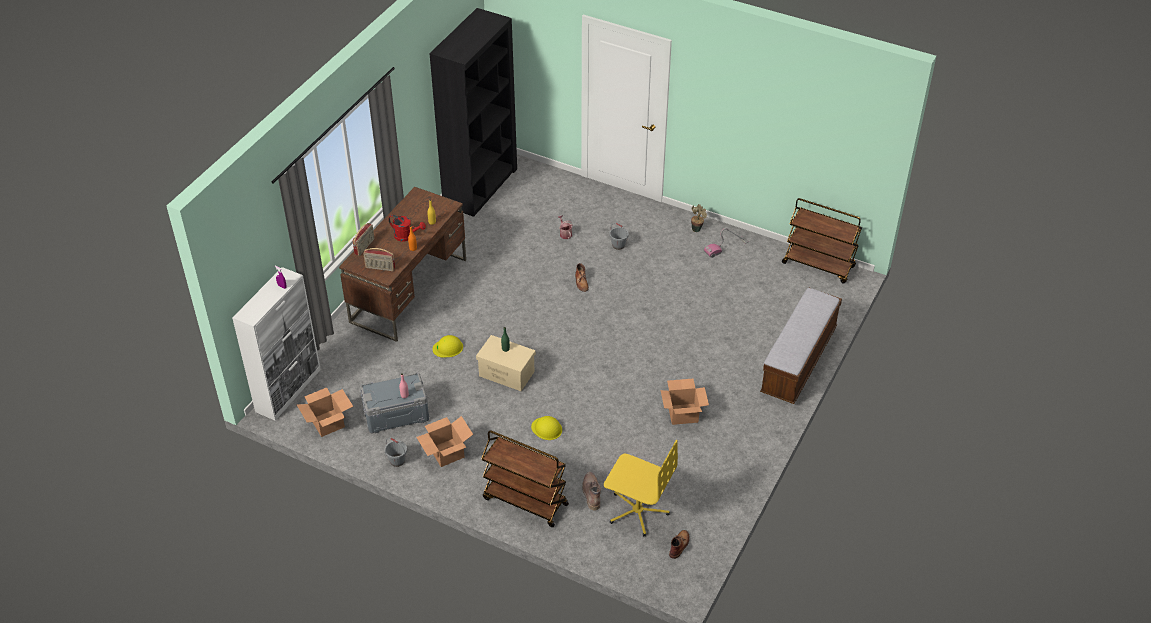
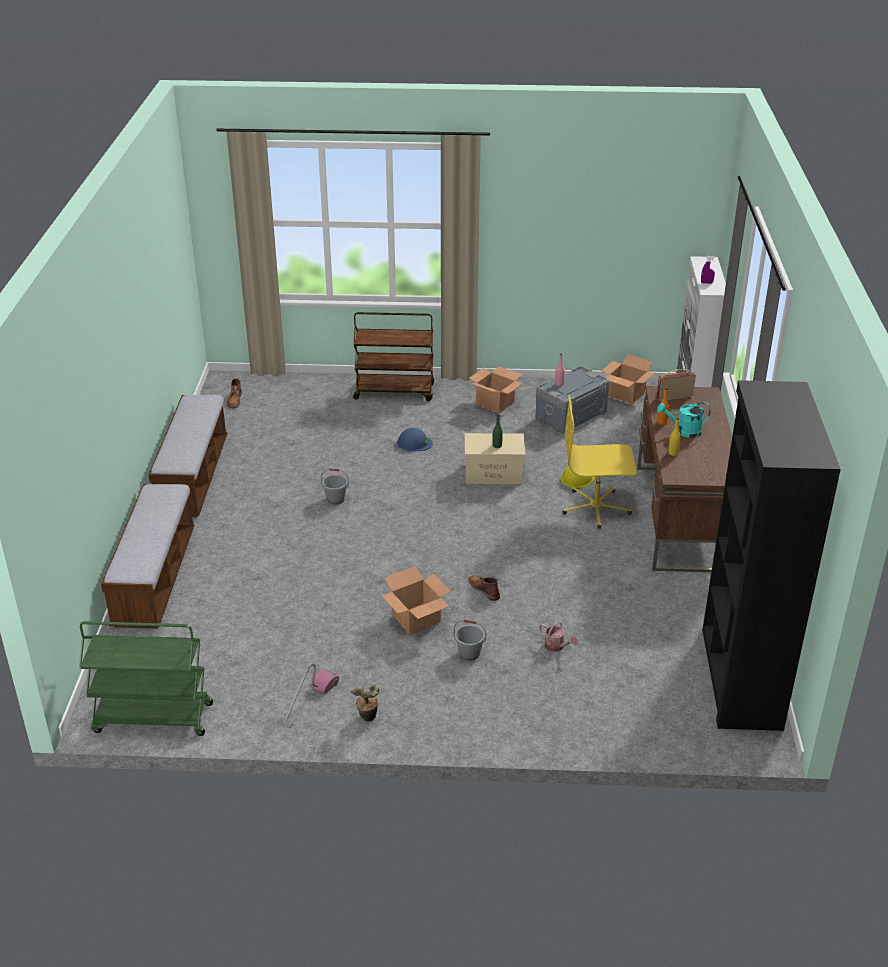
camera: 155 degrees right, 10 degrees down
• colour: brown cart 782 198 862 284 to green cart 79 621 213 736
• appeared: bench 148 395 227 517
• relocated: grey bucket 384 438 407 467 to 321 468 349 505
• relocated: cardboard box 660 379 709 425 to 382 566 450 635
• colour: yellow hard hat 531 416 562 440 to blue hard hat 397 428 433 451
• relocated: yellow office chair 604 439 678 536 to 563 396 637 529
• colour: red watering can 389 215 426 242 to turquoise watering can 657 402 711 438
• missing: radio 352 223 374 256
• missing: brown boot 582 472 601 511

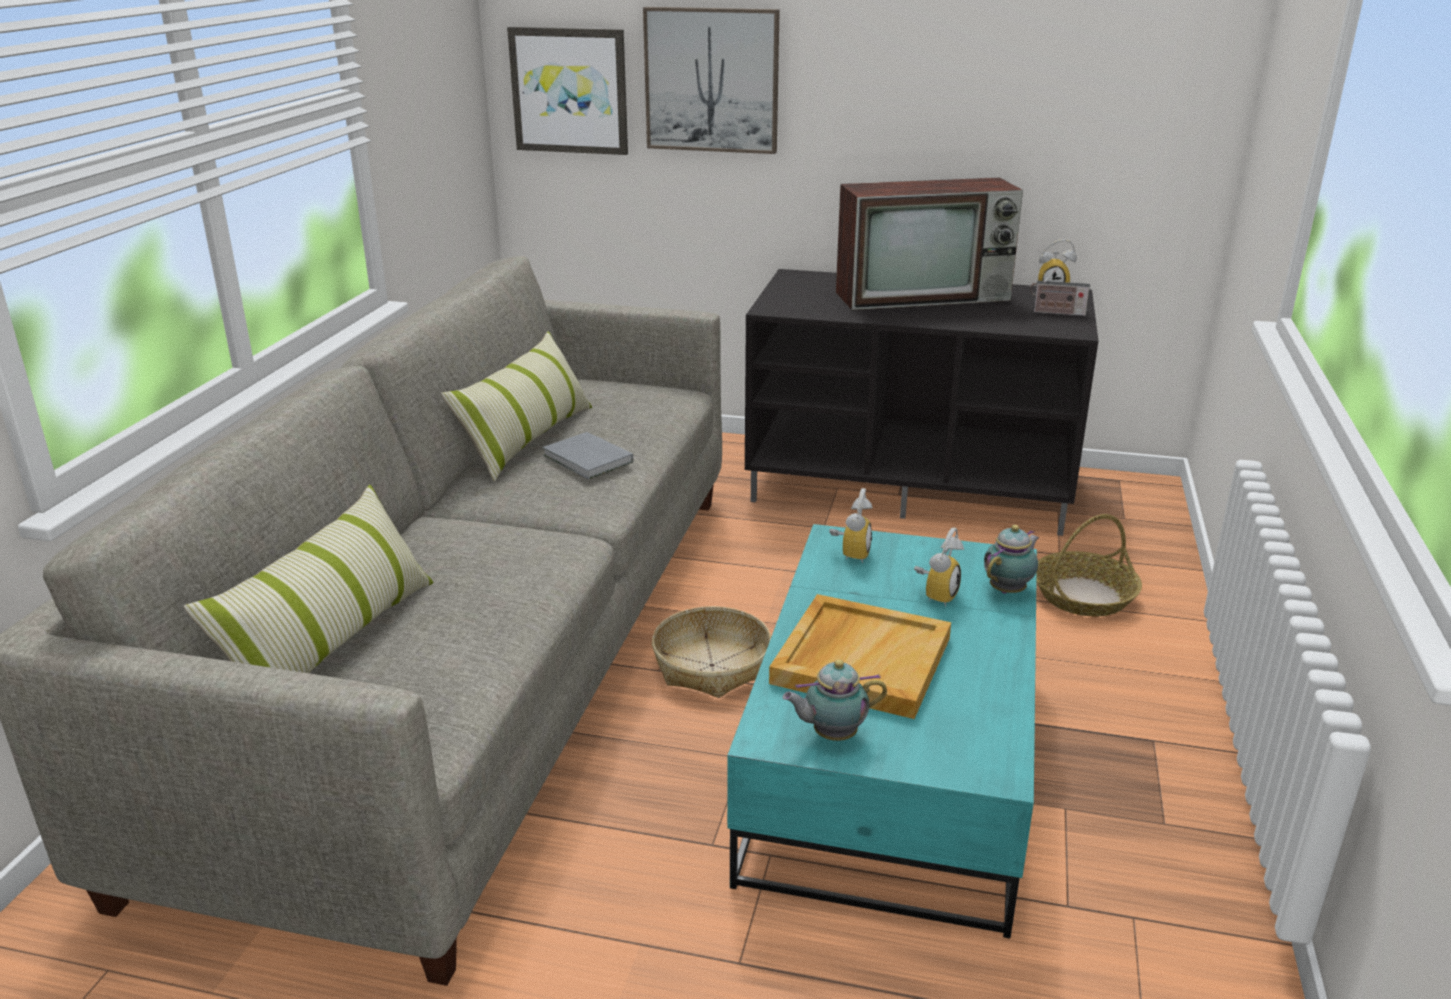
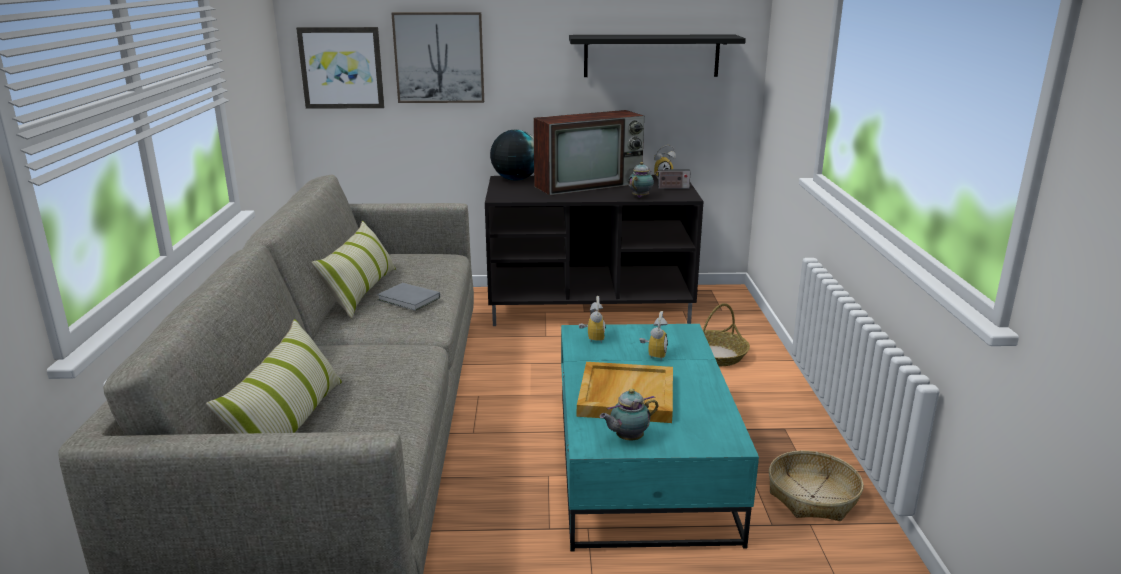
camera: 15 degrees left, 5 degrees down
• appeared: globe 490 130 534 180
• appeared: black shelf 569 35 746 77
• relocated: teapot 984 525 1039 594 to 628 162 654 198
• relocated: basket 652 606 771 698 to 769 451 864 521

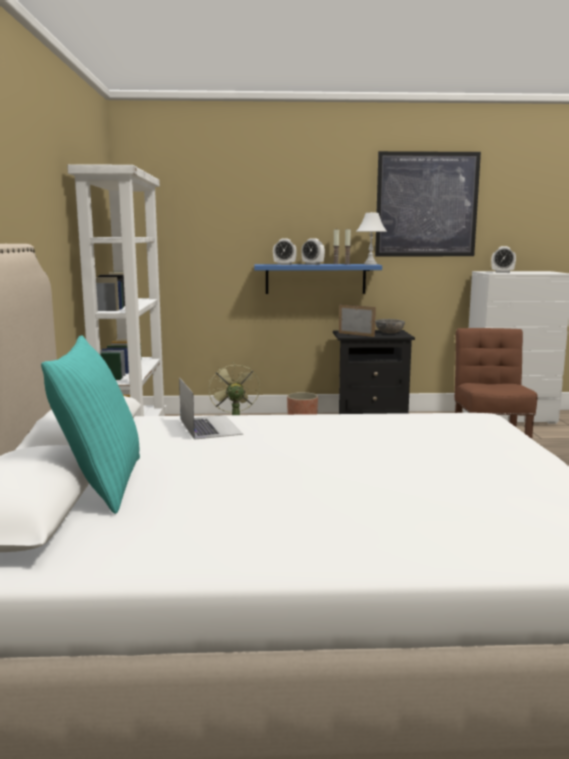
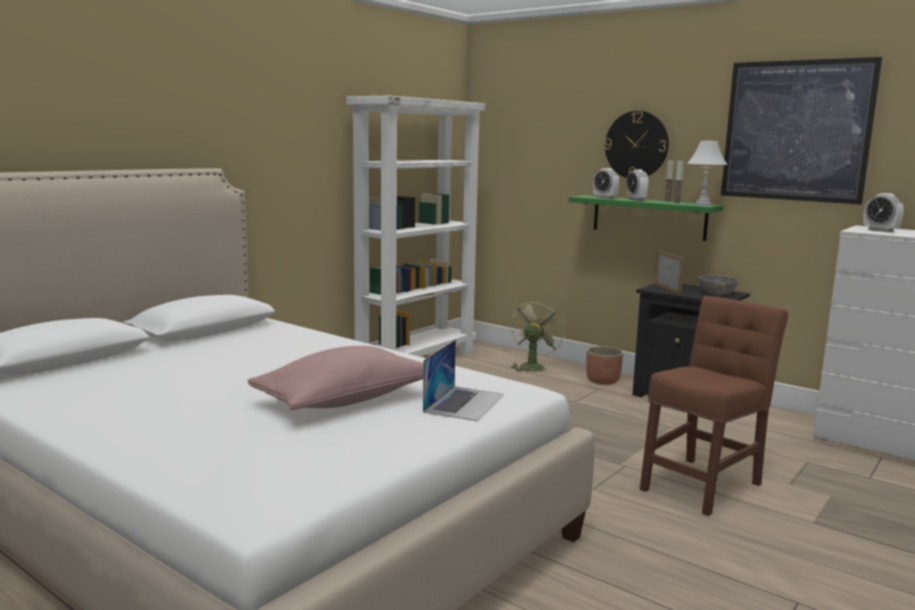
camera: 40 degrees right, 0 degrees up
• appeared: pink pillow 248 346 424 410
• relocated: laptop 179 378 243 440 to 423 340 504 421
• colour: blue shelf 254 264 382 294 to green shelf 568 195 723 241
• appeared: wall clock 604 111 669 178
• missing: turquoise pillow 41 335 140 514

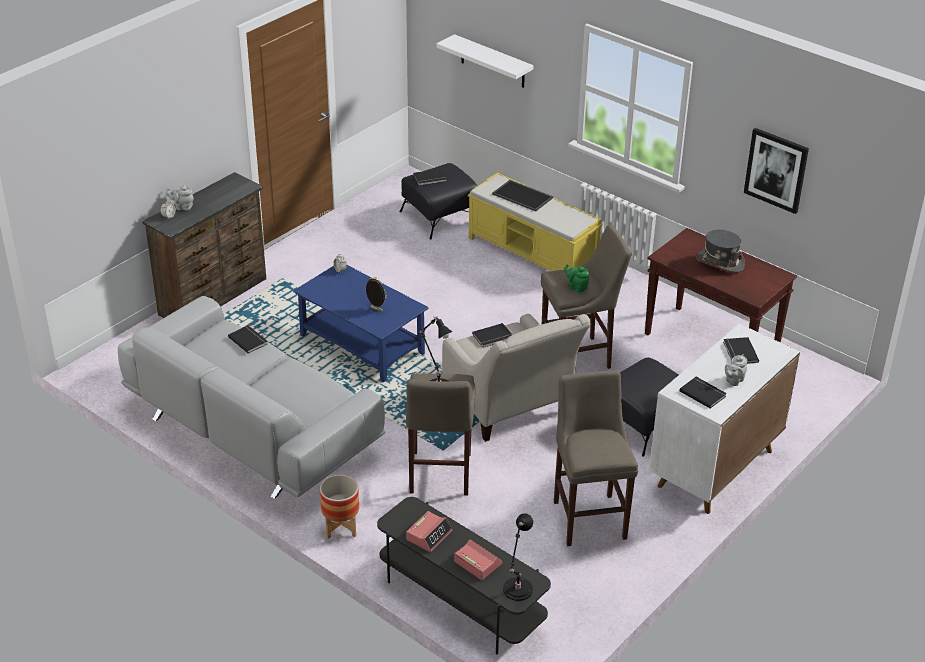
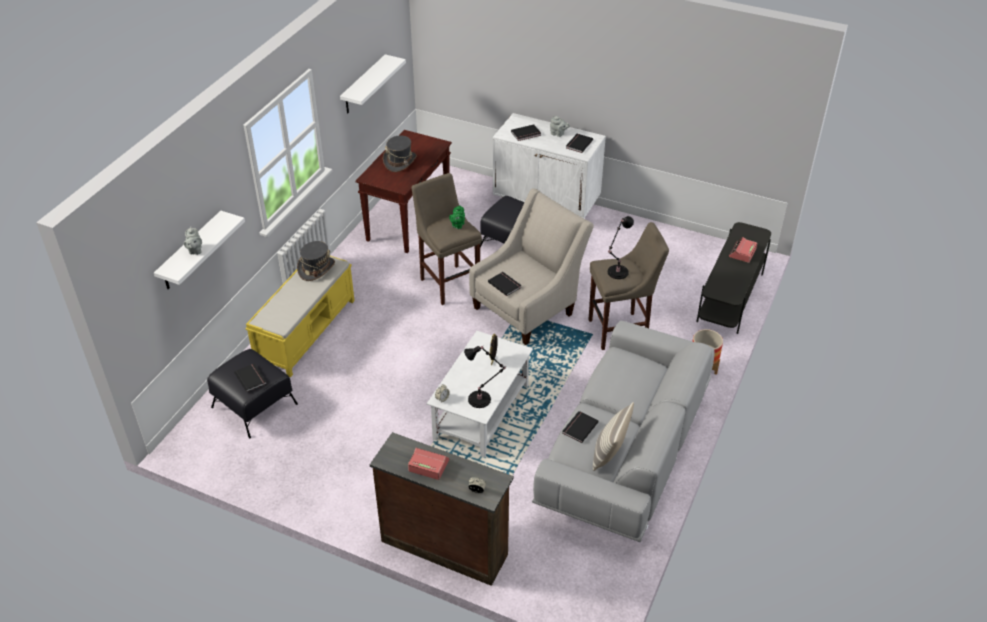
camera: 105 degrees left, 5 degrees up
• relocated: grey teapot 166 186 194 211 to 184 227 202 255
• appeared: grey hat 297 241 335 281
• exchanged: picture 744 128 809 214 to white shelf 340 54 406 113
• relocated: alarm clock 407 511 453 552 to 408 448 449 480
• colour: blue coffee table 293 265 429 382 to white coffee table 427 331 533 458
• relocated: black table lamp 503 513 533 601 to 464 346 506 408
• appeared: pillow 593 402 634 471
• missing: tray 492 180 553 212
• missing: beige stool 554 370 638 546

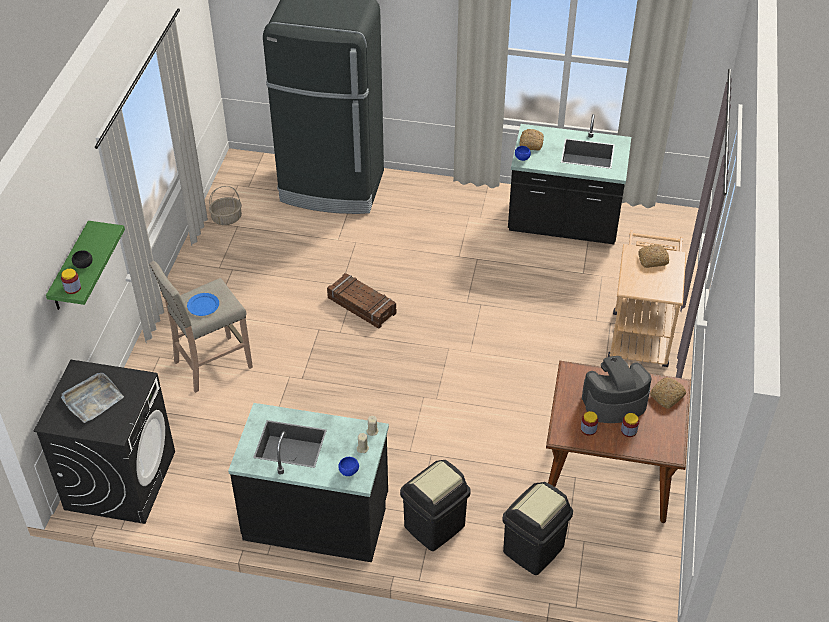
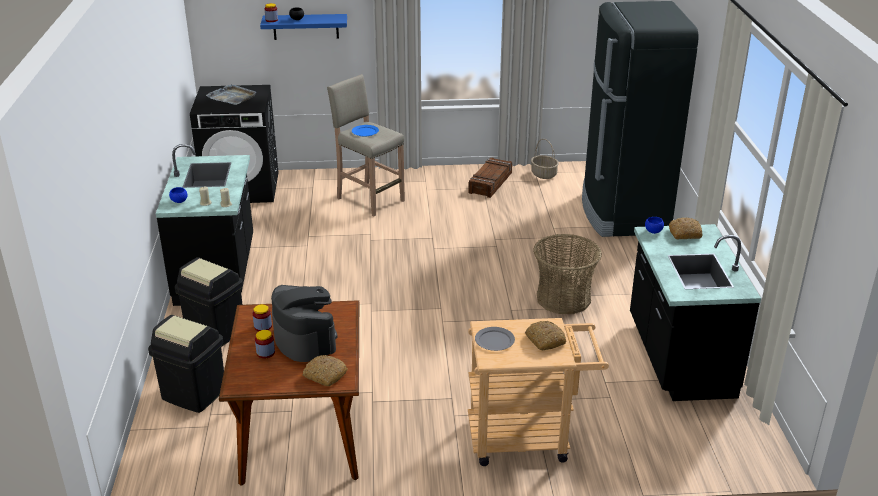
camera: 75 degrees right, 15 degrees down
• colour: green shelf 46 221 125 310 to blue shelf 260 14 347 40
• relocated: crate 327 273 396 329 to 468 157 512 198
• appeared: grey plate 475 327 515 351
• appeared: basket 533 234 602 314

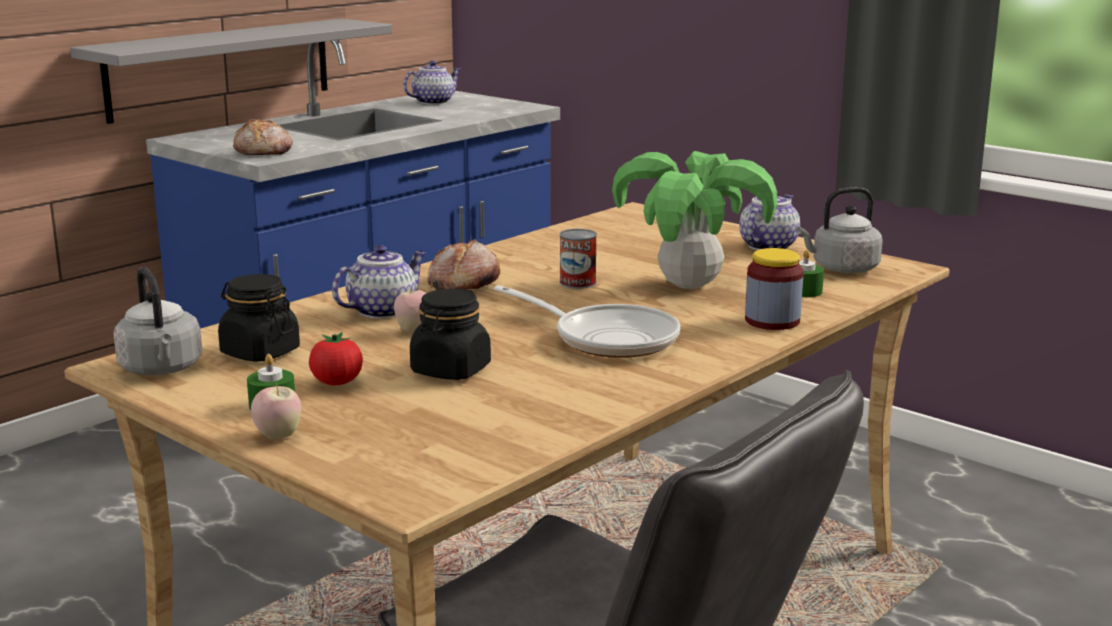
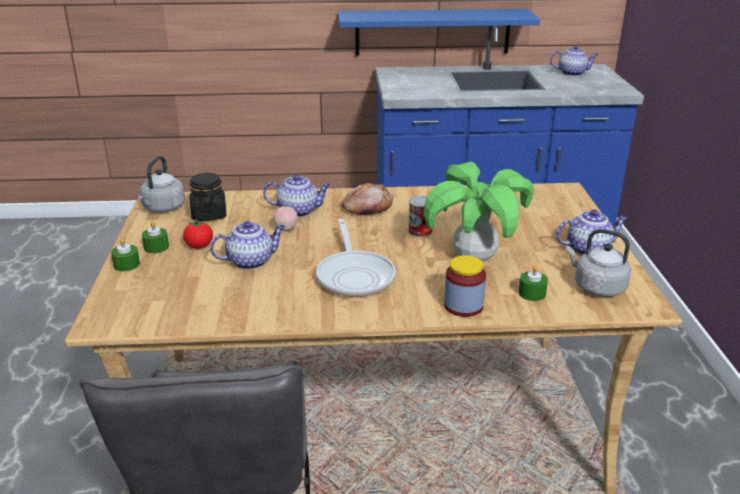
camera: 45 degrees right, 10 degrees up
• exchanged: apple 251 384 301 439 to green candle 111 238 140 272
• exchanged: black jar 410 288 491 380 to teapot 210 221 285 270
• colour: grey shelf 70 19 392 124 to blue shelf 339 9 540 56
• missing: bread 233 119 293 155

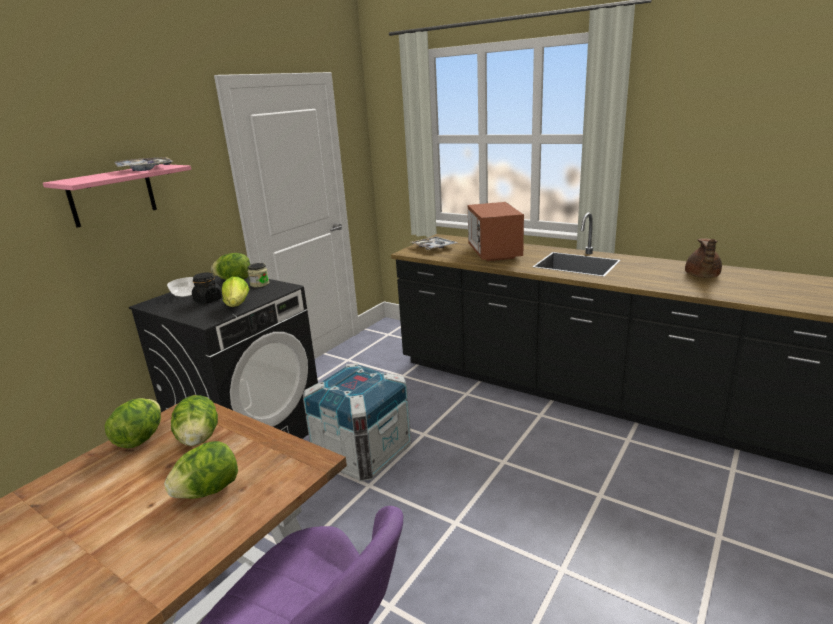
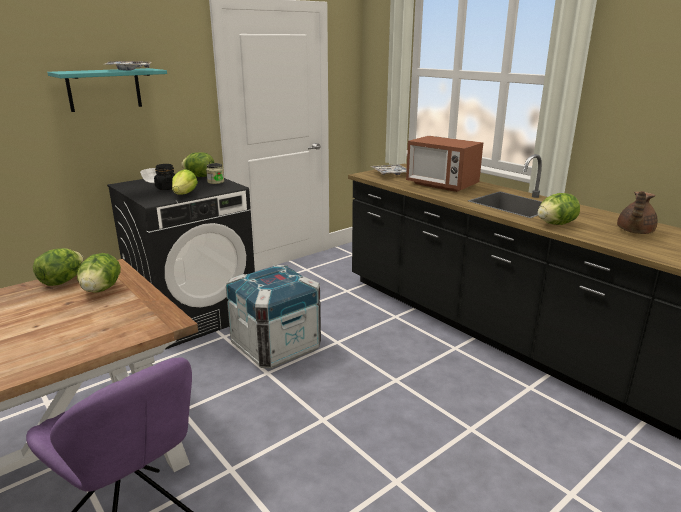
camera: 15 degrees right, 0 degrees up
• colour: pink shelf 43 164 191 228 to turquoise shelf 47 68 167 112
• spun: microwave 468 202 524 261 = 406 136 483 192 60 degrees counterclockwise
• relocated: lettuce 164 441 238 499 to 538 193 580 225

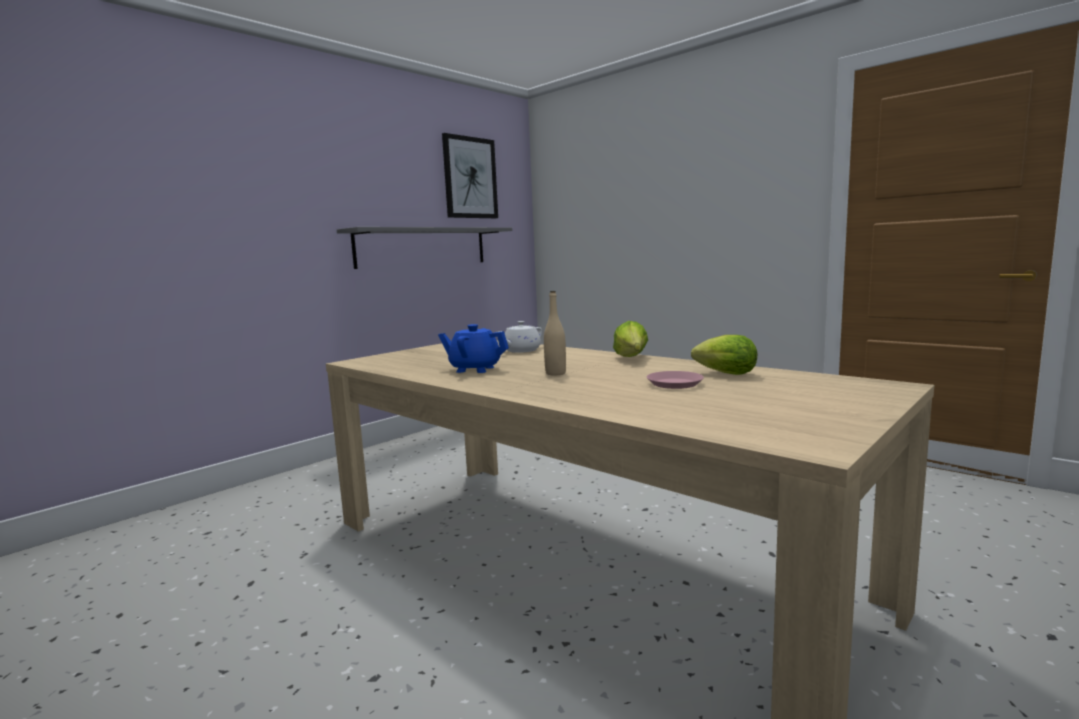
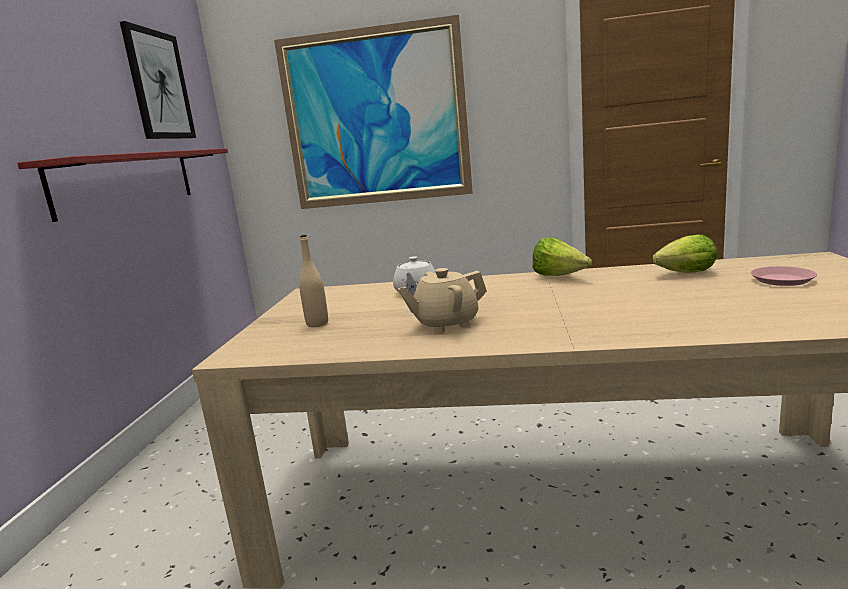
camera: 35 degrees left, 5 degrees up
• colour: grey shelf 337 227 512 269 to red shelf 17 148 228 222
• appeared: picture 274 15 473 209
• relocated: beige bottle 544 291 566 375 to 299 235 328 327
• colour: blue teapot 438 324 509 373 to beige teapot 398 268 487 333
• relocated: pink plate 647 371 704 389 to 751 266 817 286

